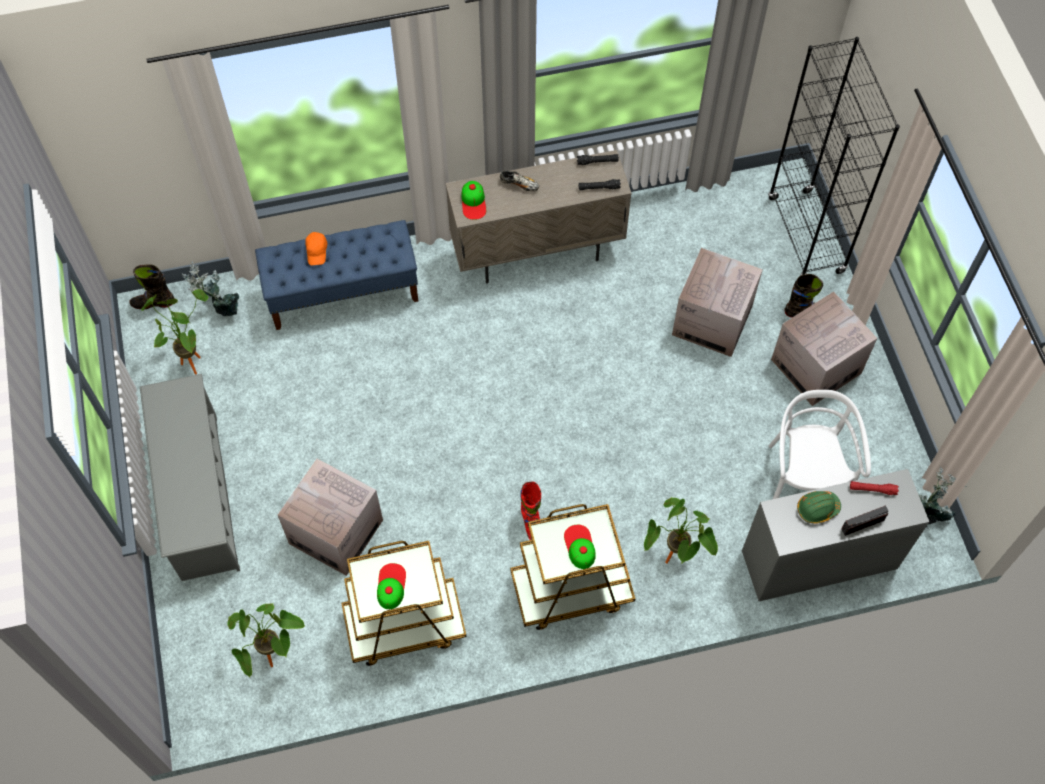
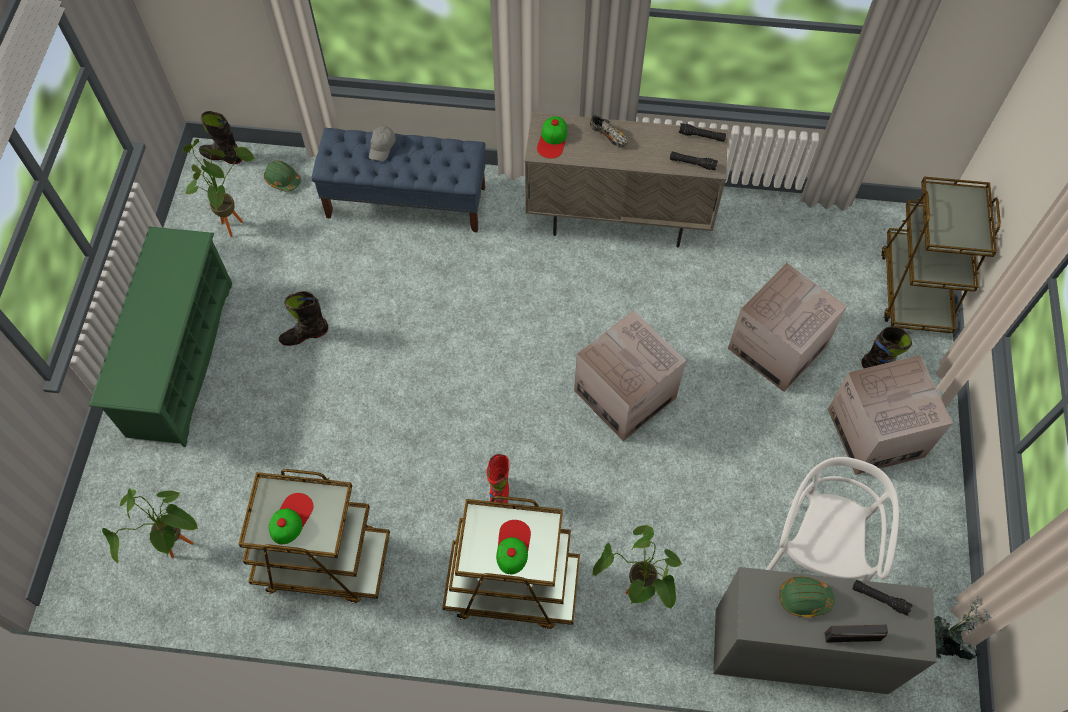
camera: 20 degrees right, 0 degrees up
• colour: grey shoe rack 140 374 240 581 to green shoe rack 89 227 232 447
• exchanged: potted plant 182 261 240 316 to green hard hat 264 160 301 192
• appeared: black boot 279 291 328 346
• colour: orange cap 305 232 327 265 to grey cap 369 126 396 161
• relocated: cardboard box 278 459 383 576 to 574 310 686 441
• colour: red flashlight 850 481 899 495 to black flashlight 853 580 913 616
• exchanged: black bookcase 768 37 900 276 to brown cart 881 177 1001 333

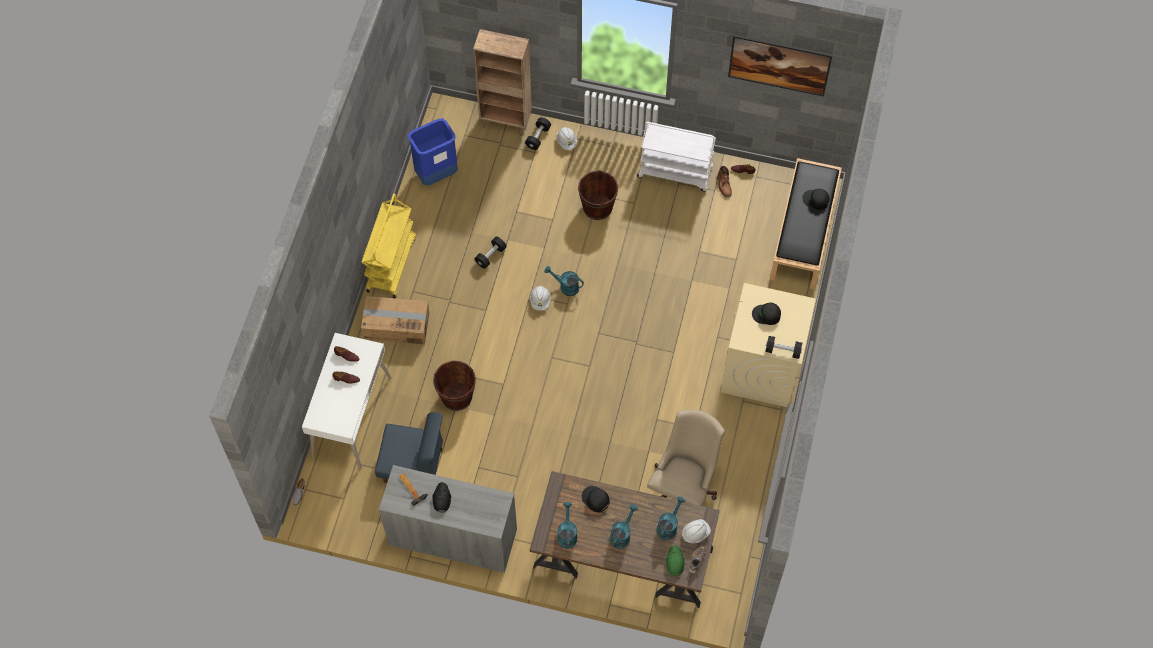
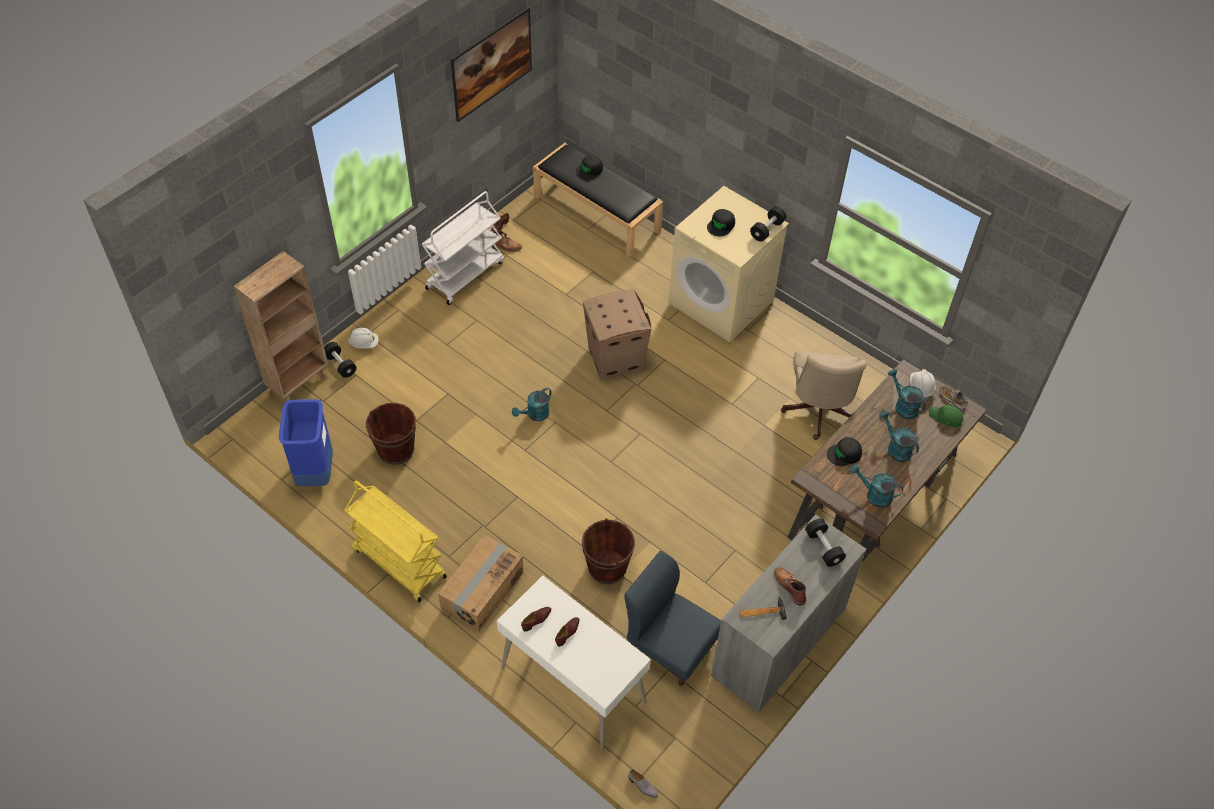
camera: 65 degrees left, 10 degrees down
• relocated: brown bucket 578 170 618 220 to 366 403 416 465
• appeared: cardboard box 583 289 651 380
• spun: blue chair 375 412 443 483 = 624 551 721 686 90 degrees counterclockwise
• exchanged: black cap 432 482 451 512 to brown boot 774 567 806 606
• spun: beige office chair 647 410 725 506 = 781 351 867 440 135 degrees counterclockwise
• relocated: black dumbbell 475 237 507 269 to 805 518 846 567
• missing: white hard hat 530 286 550 311

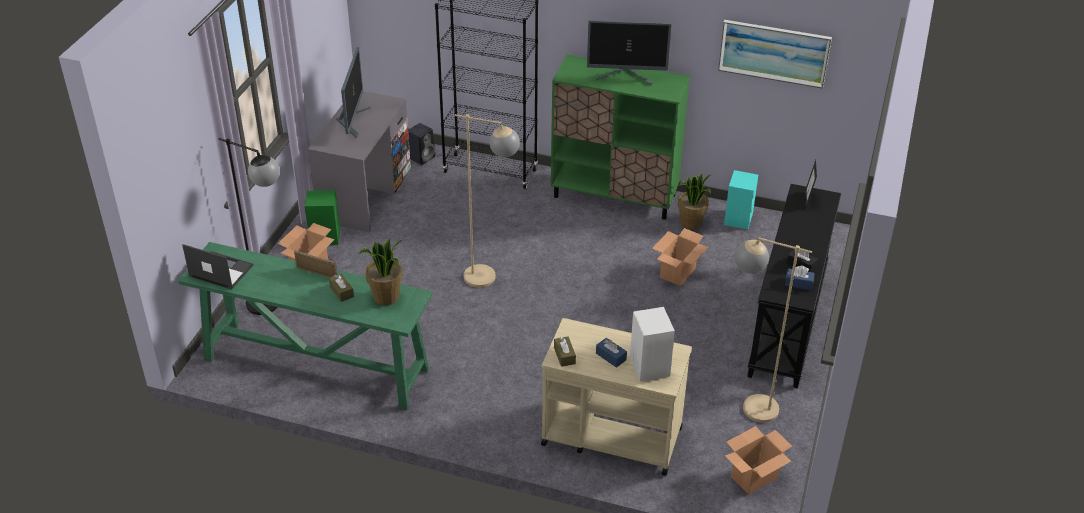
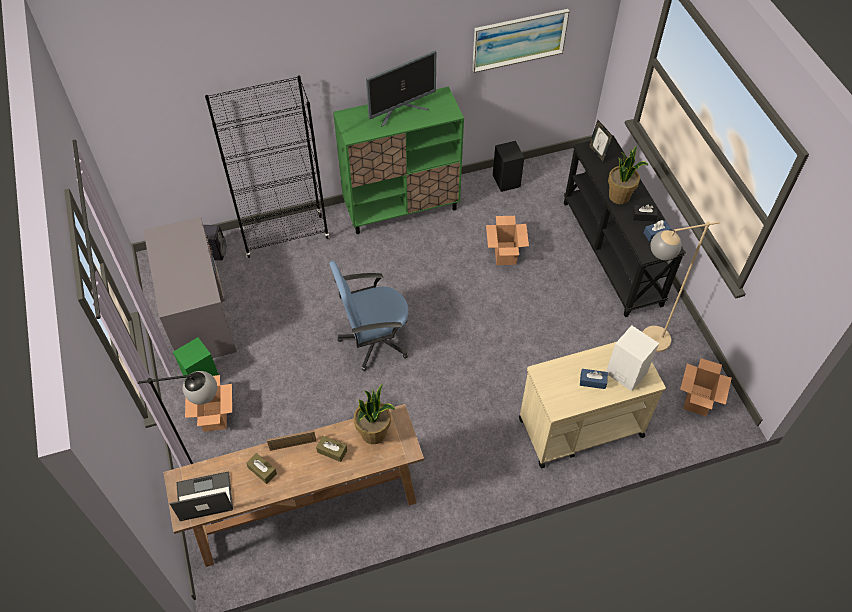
camera: 35 degrees left, 15 degrees up
• colour: green console table 178 242 432 410 to brown console table 163 404 424 567
• relocated: brown tissue box 554 337 576 367 to 246 453 277 484
• exchanged: beige floor lamp 455 114 520 288 to blue office chair 329 261 409 371
• colour: turquoise speaker 724 170 758 230 to black speaker 493 141 524 192
• relocated: potted plant 678 173 712 230 to 608 146 649 204
• missing: monitor 336 47 371 138

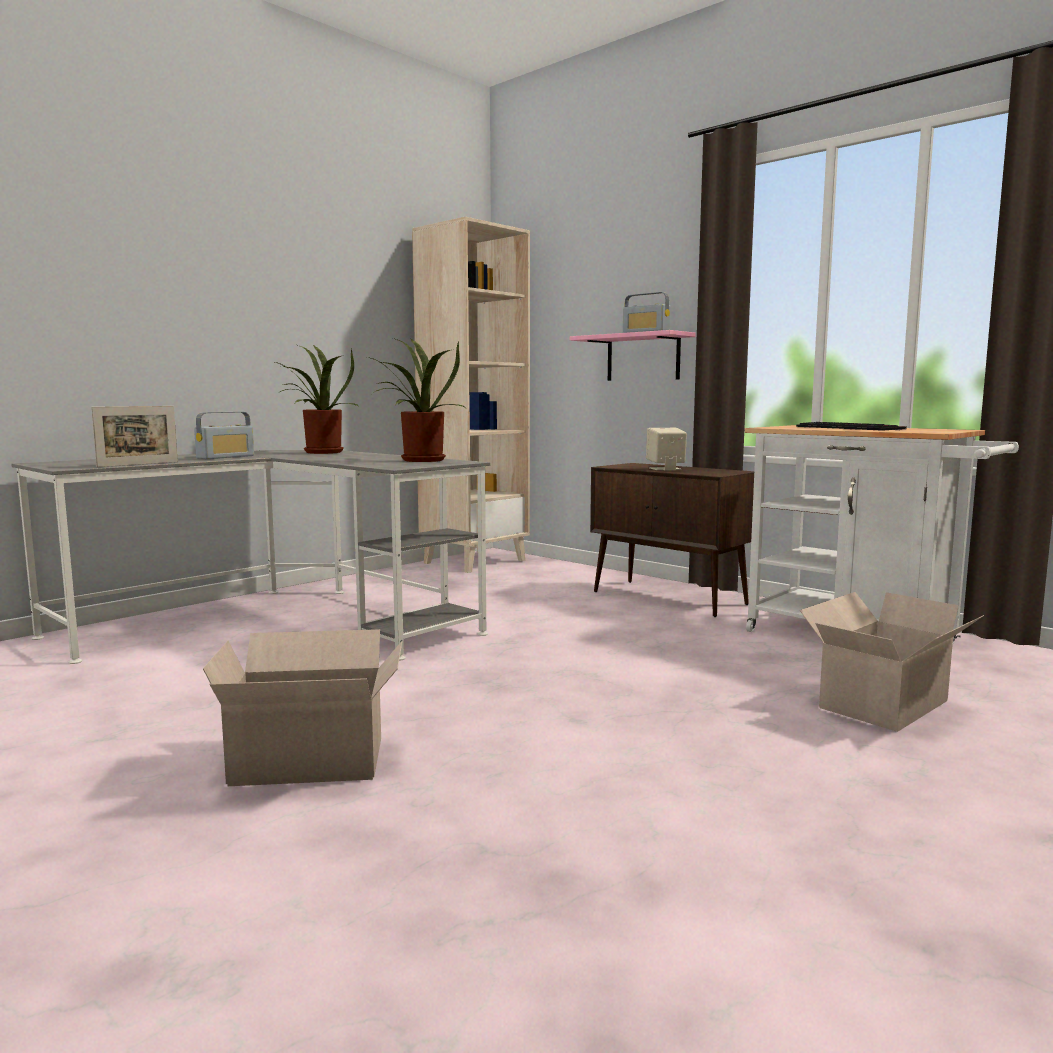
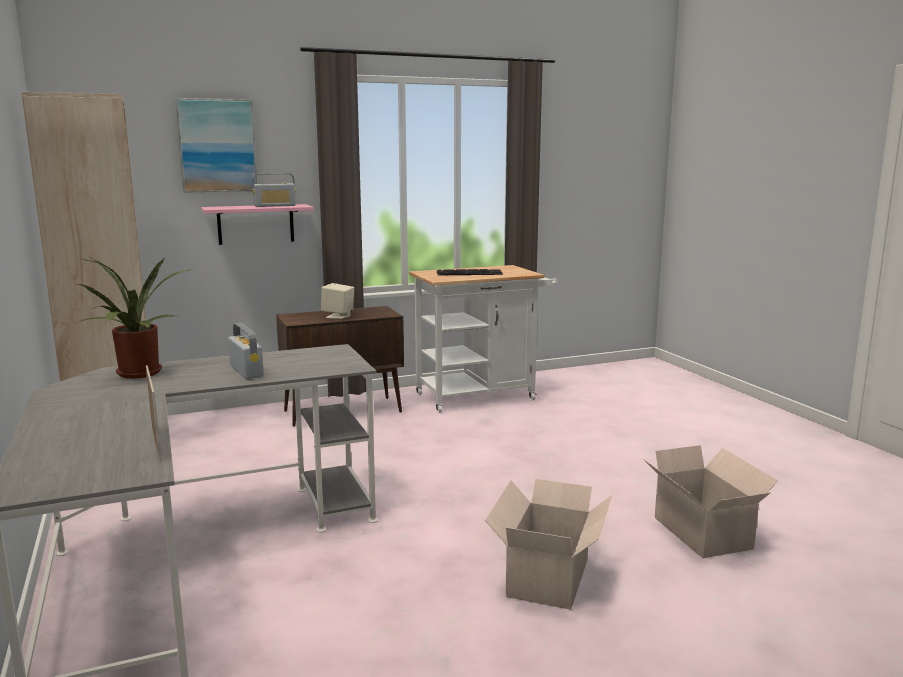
camera: 65 degrees left, 5 degrees up
• appeared: picture 175 98 257 193
• relocated: radio 194 412 254 459 to 228 323 264 379
• relocated: cardboard box 800 592 984 732 to 642 445 778 558
• missing: potted plant 367 338 465 462

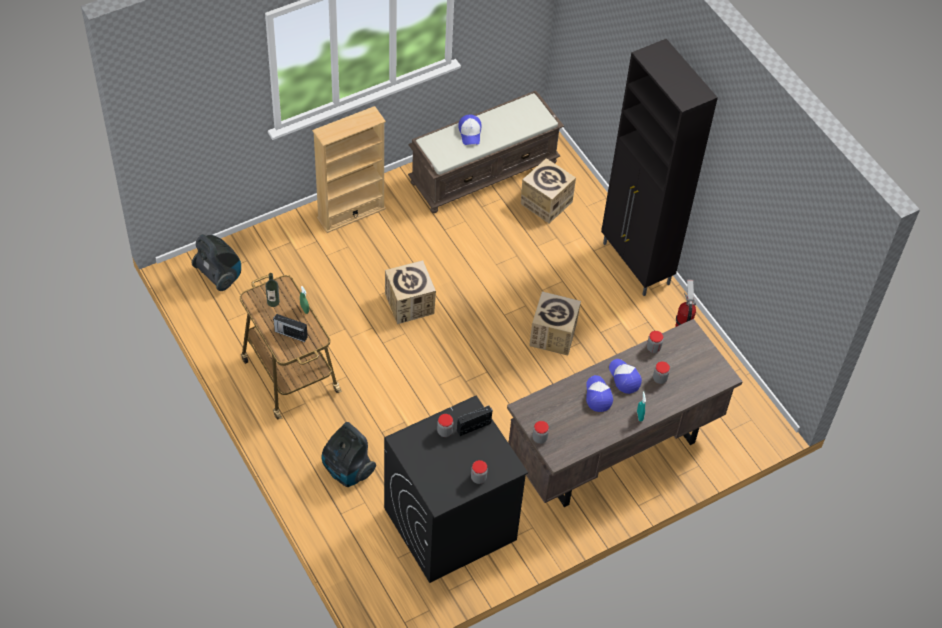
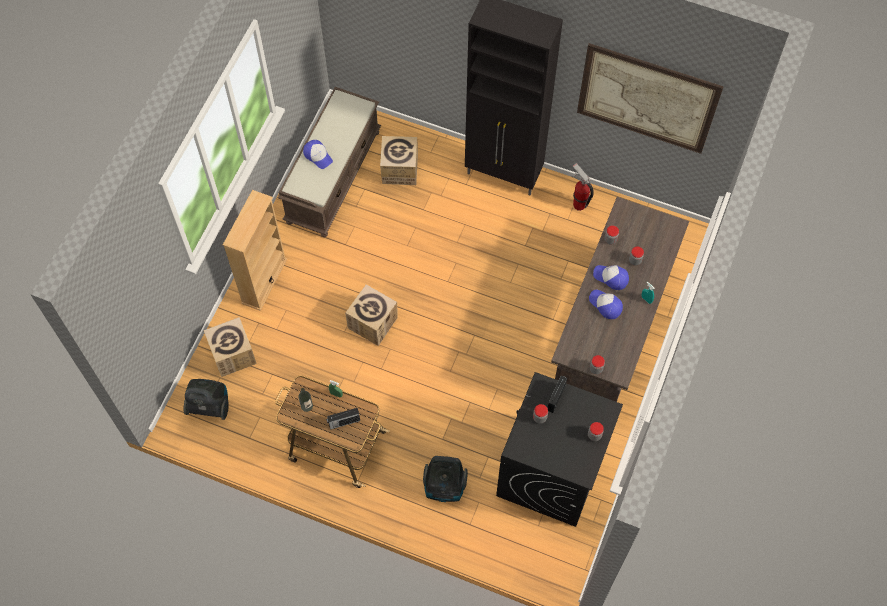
camera: 35 degrees left, 10 degrees up
• relocated: cardboard box 529 291 581 355 to 204 317 257 377
• appeared: picture 577 43 724 154

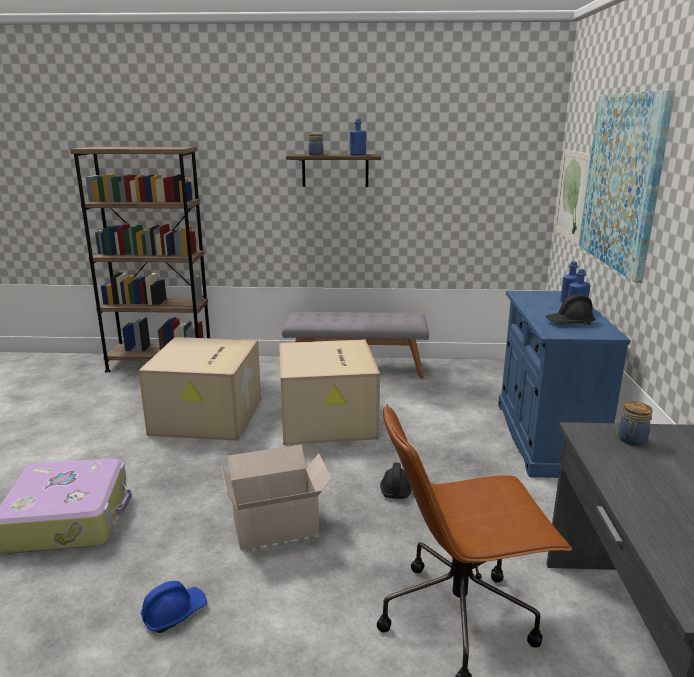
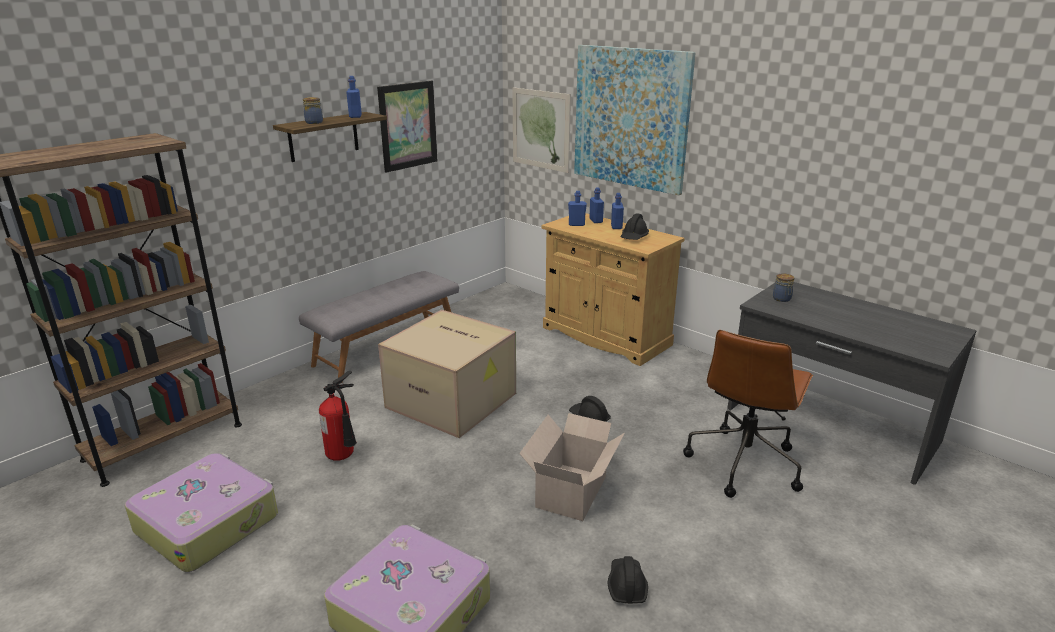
camera: 50 degrees left, 5 degrees up
• appeared: suitcase 125 453 278 572
• exchanged: cardboard box 138 337 261 441 to fire extinguisher 319 371 357 461
• appeared: picture 377 80 438 173
• colour: blue cabinet 498 290 631 478 to beige cabinet 542 213 685 366
• appeared: blue bottle 568 191 587 226
• colour: blue hard hat 141 581 207 633 to black hard hat 607 556 648 604

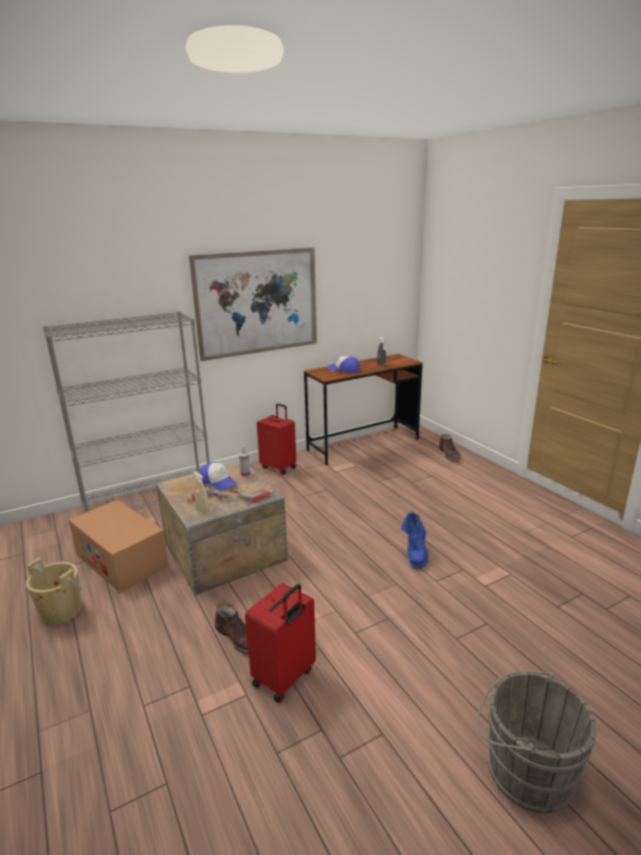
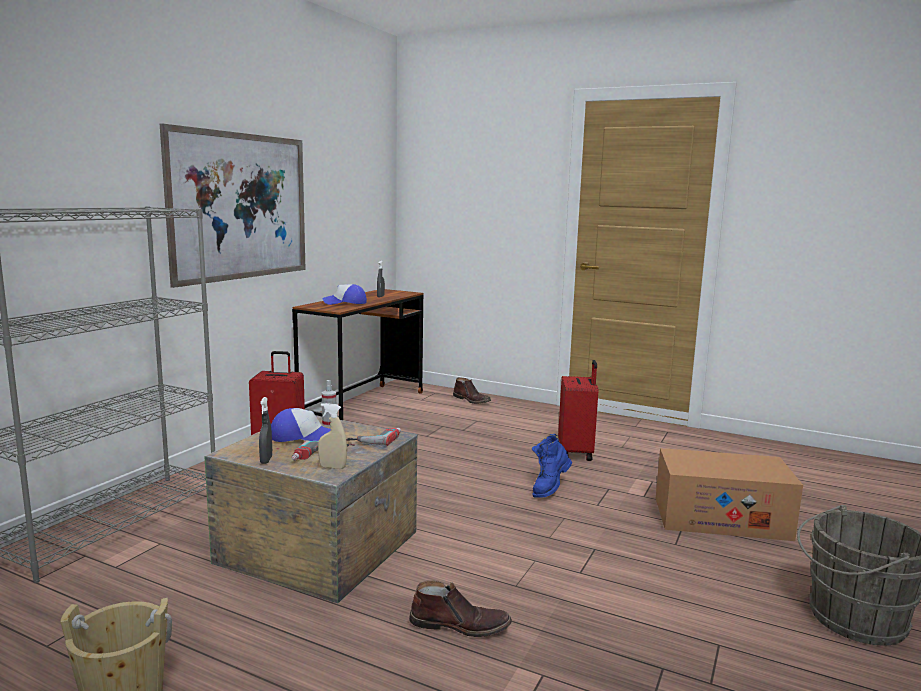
camera: 35 degrees left, 10 degrees down
• appeared: grey spray bottle 259 397 272 464
• spun: blue boot 401 511 428 568 = 532 434 572 498 60 degrees clockwise
• relocated: red suitcase 245 583 316 703 to 558 360 599 461
• relocated: cardboard box 69 500 169 593 to 656 448 803 541

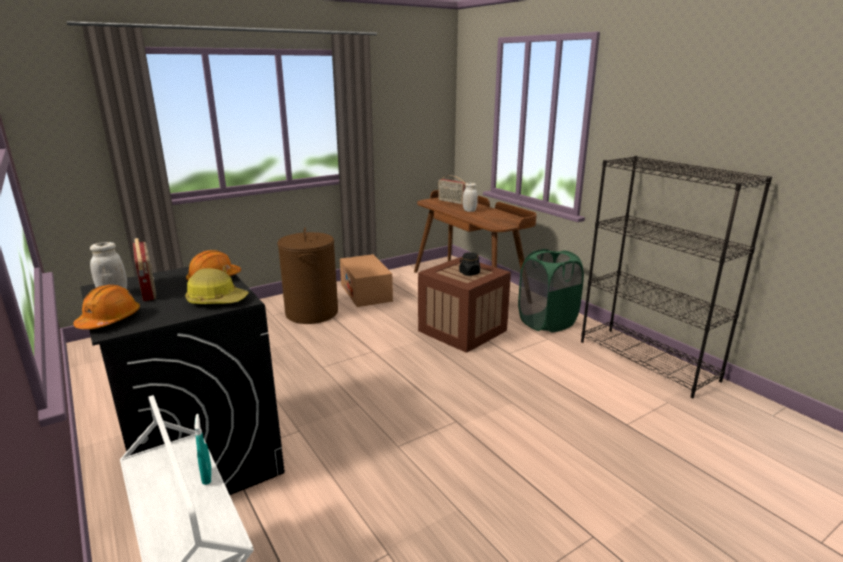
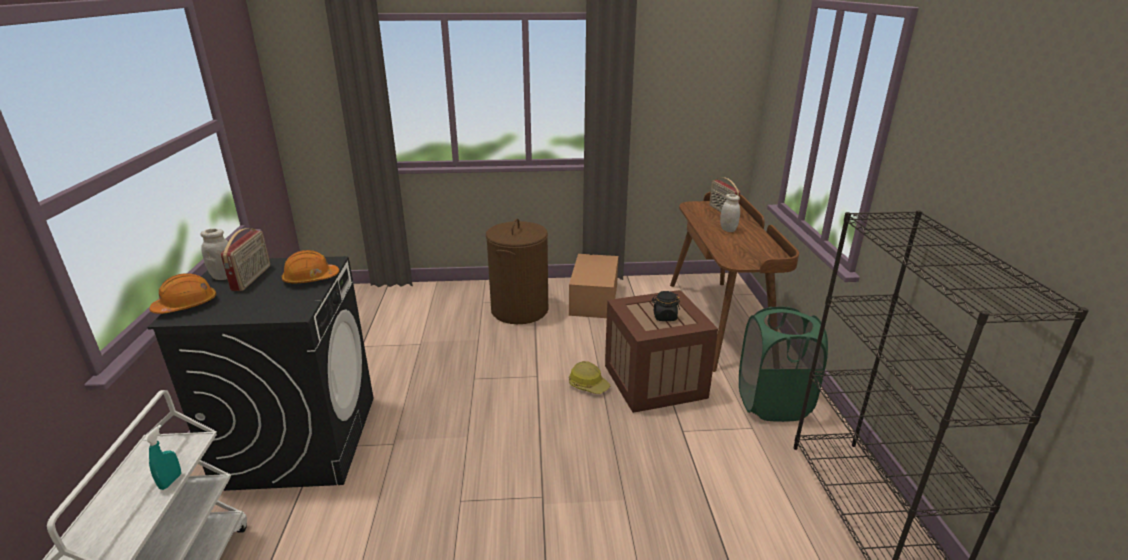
camera: 30 degrees right, 5 degrees up
• relocated: hard hat 185 268 249 304 to 569 361 610 394

